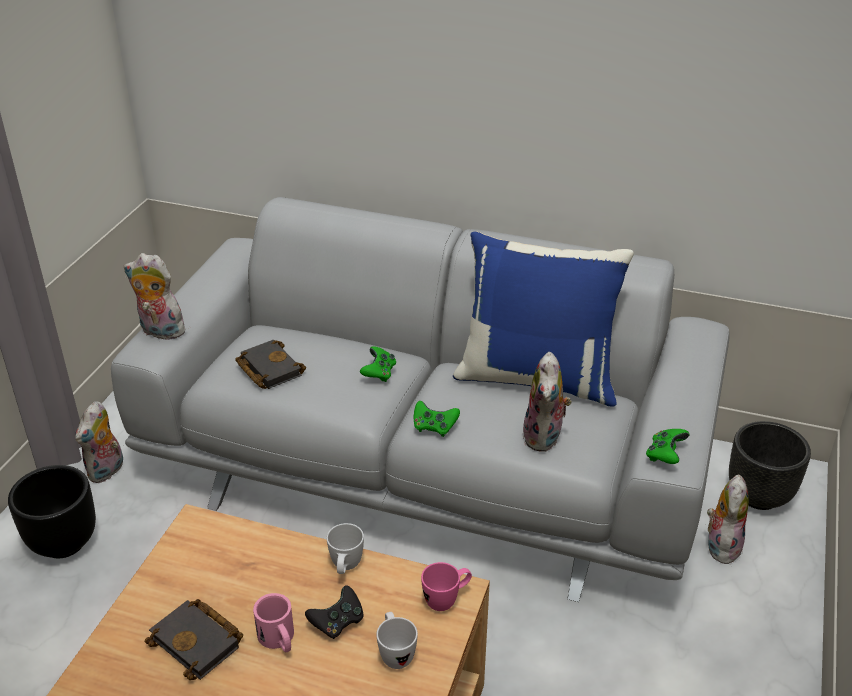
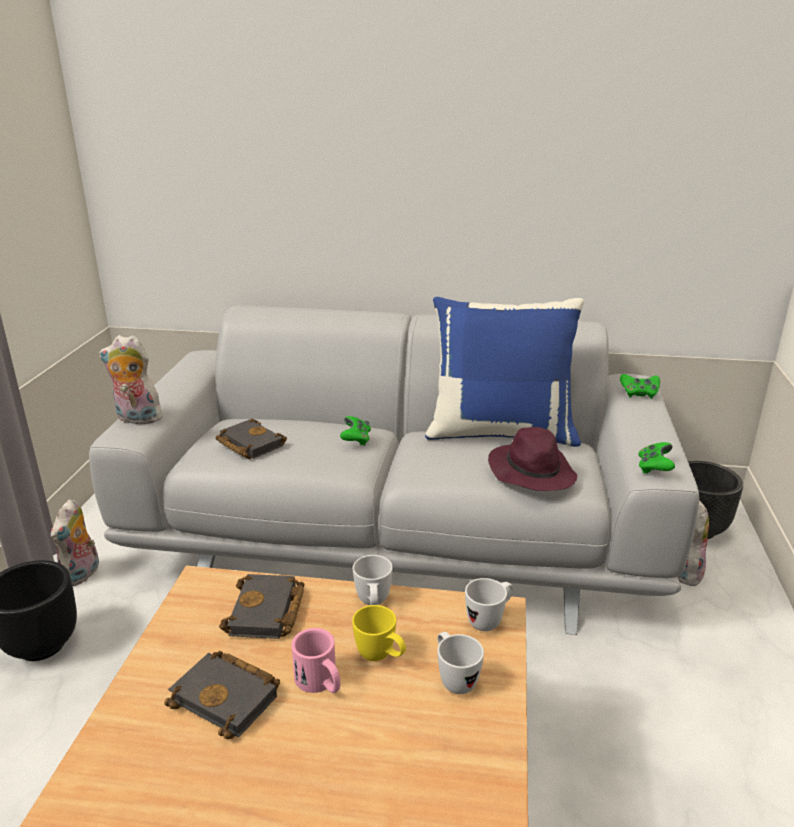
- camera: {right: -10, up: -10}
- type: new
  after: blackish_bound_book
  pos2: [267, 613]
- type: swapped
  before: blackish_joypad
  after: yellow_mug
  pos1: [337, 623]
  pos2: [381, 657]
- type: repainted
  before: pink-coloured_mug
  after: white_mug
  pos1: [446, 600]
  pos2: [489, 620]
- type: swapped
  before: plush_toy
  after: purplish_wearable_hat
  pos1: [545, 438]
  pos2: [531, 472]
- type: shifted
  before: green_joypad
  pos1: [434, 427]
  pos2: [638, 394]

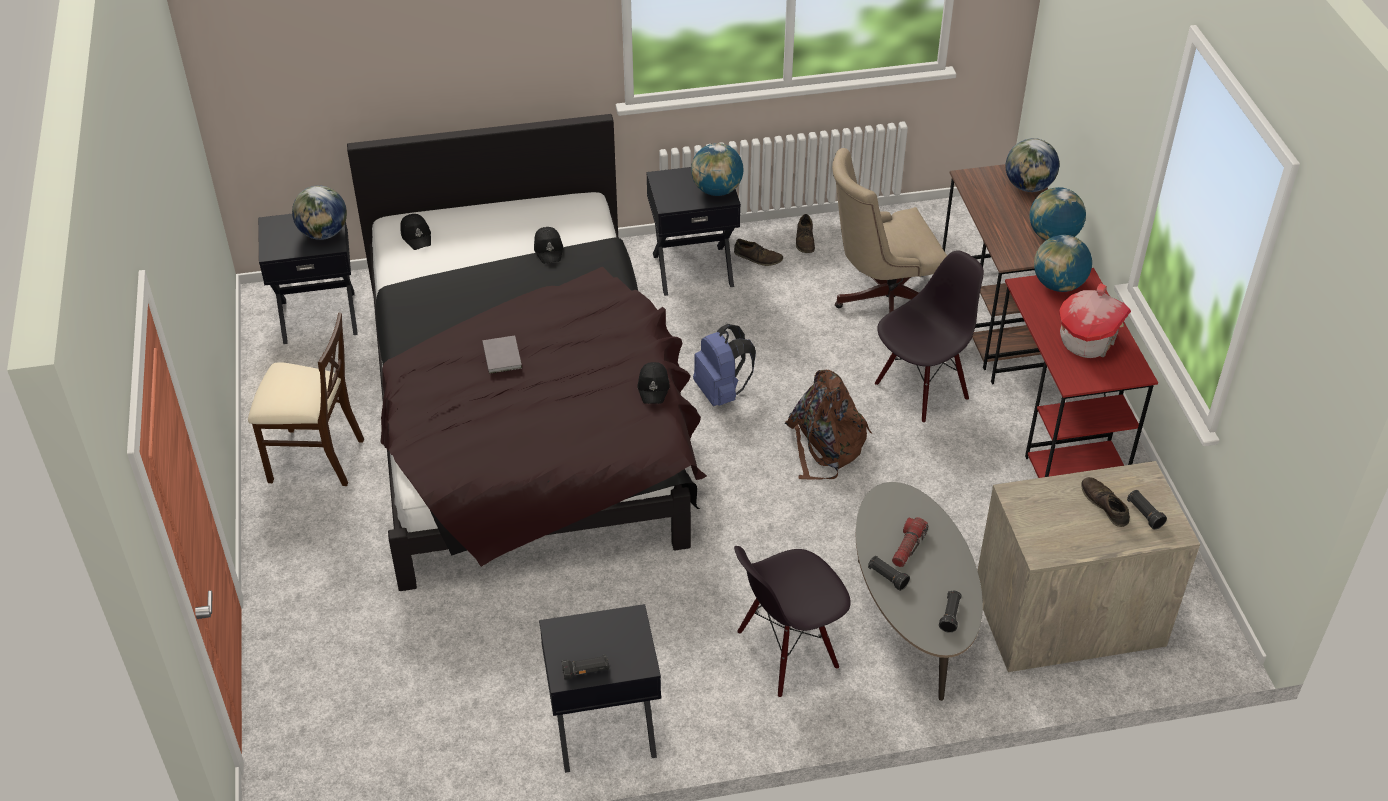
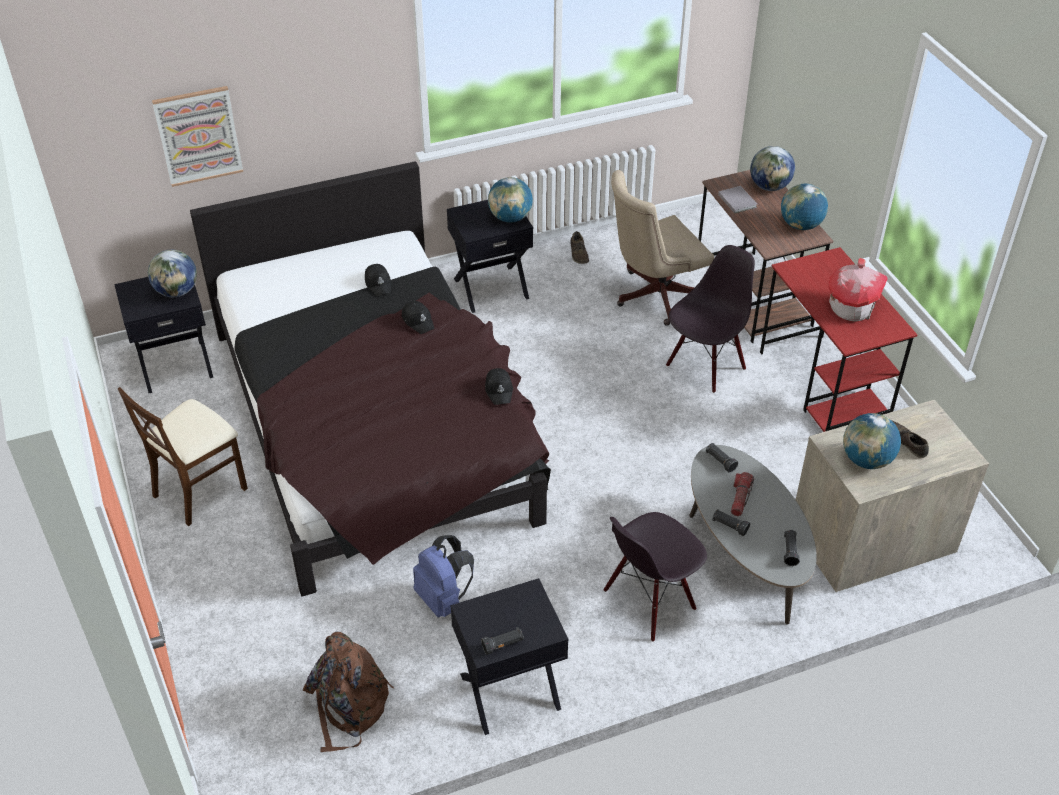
- camera: {right: -10, up: 0}
- type: rotated
  before: beige_plain_chair
  pos1: [315, 458]
  pos2: [200, 490]
  turn: 135
- type: new
  after: picture
  pos2: [198, 136]
- type: shifted
  before: brown_rucksack
  pos1: [825, 445]
  pos2: [347, 706]
- type: shifted
  before: blackish_baseball_cap
  pos1: [416, 236]
  pos2: [418, 320]
- type: shifted
  before: blue-coloured_rucksack
  pos1: [721, 392]
  pos2: [444, 599]
- type: shifted
  before: blackish_hand_torch
  pos1: [1144, 514]
  pos2: [720, 461]
- type: shifted
  before: grey_bound_book
  pos1: [502, 355]
  pos2: [737, 200]
- type: shifted
  before: world_globe
  pos1: [1058, 285]
  pos2: [866, 460]
- type: gone
  before: brown_low_shoe
  pos1: [758, 257]

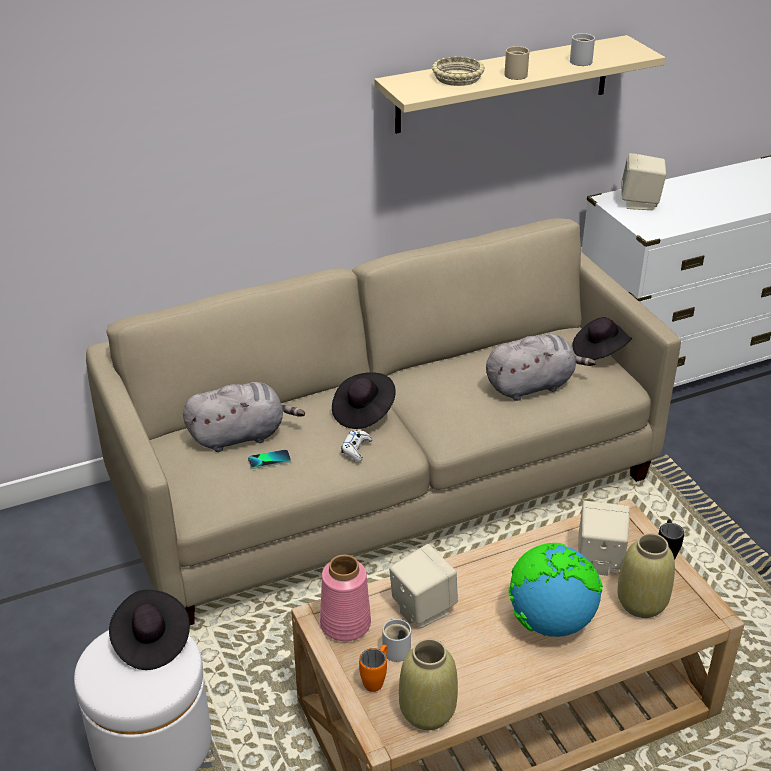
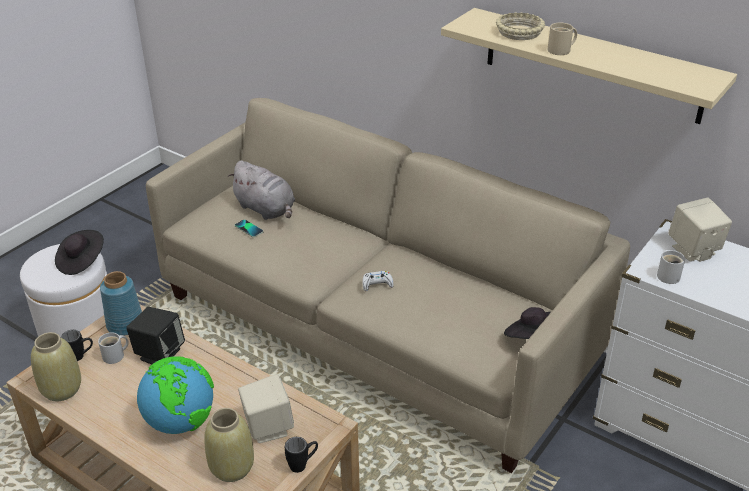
- camera: {right: 60, up: 0}
- type: repainted
  before: orange_mug
  after: blackish_mug
  pos1: [376, 679]
  pos2: [81, 356]
- type: repainted
  before: pink-coloured_decorative_vase
  after: blue-coloured_decorative_vase
  pos1: [346, 623]
  pos2: [126, 325]
- type: repainted
  before: beige_loudspeaker
  after: blackish_loudspeaker
  pos1: [422, 609]
  pos2: [159, 354]
- type: shifted
  before: white_joypad
  pos1: [356, 449]
  pos2: [377, 284]
- type: shifted
  before: white_mug
  pos1: [580, 61]
  pos2: [670, 276]
- type: gone
  before: blackish_wearable_hat
  pos1: [363, 412]
- type: gone
  before: grey_plush_toy
  pos1: [532, 385]

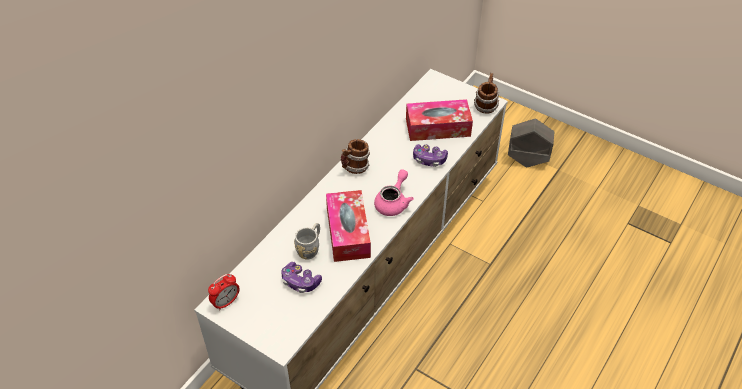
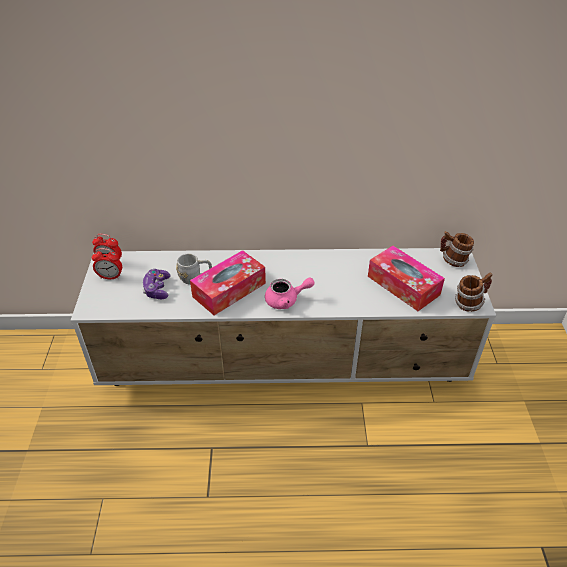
- camera: {right: 55, up: -5}
- type: new
  after: bedside_clock
  pos2: [110, 277]
- type: shifted
  before: mug
  pos1: [354, 168]
  pos2: [453, 260]
- type: gone
  before: joypad
  pos1: [429, 159]
- type: gone
  before: grey_planter
  pos1: [527, 161]

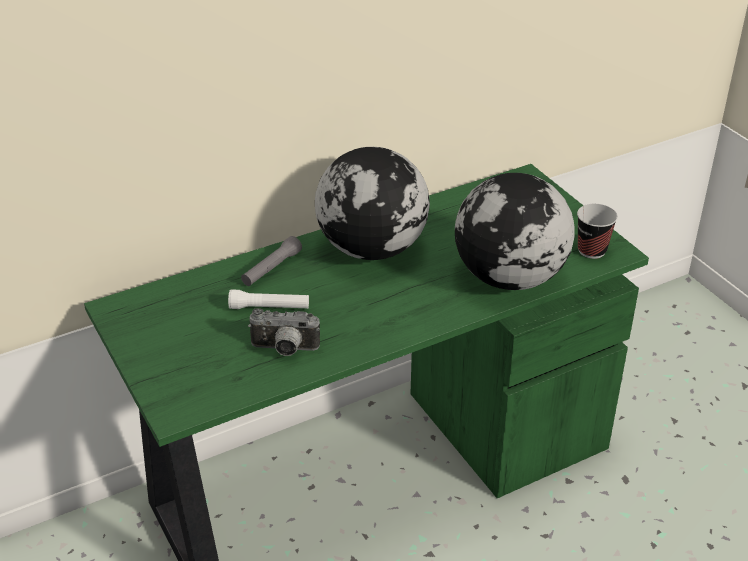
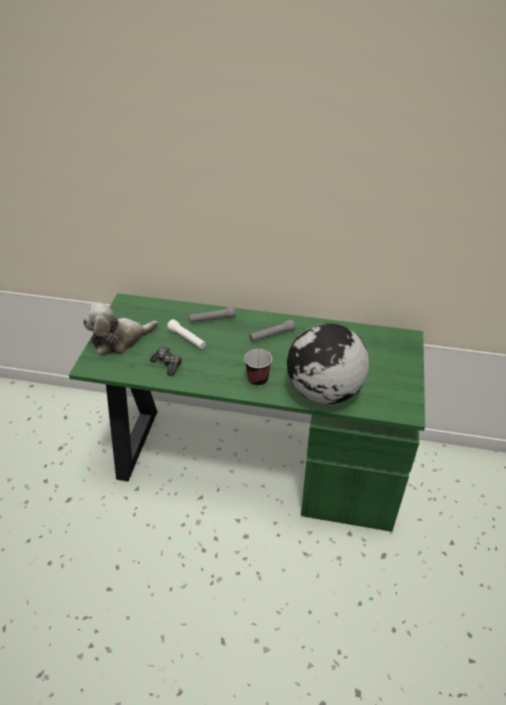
- camera: {right: 40, up: 5}
- type: new
  after: plush_toy
  pos2: [120, 340]
- type: swapped
  before: photo_camera
  after: joypad
  pos1: [284, 350]
  pos2: [167, 364]
- type: shifted
  before: drinking_cup
  pos1: [591, 250]
  pos2: [258, 379]
- type: swapped
  before: world_globe
  after: grey_hand_torch
  pos1: [372, 250]
  pos2: [271, 335]

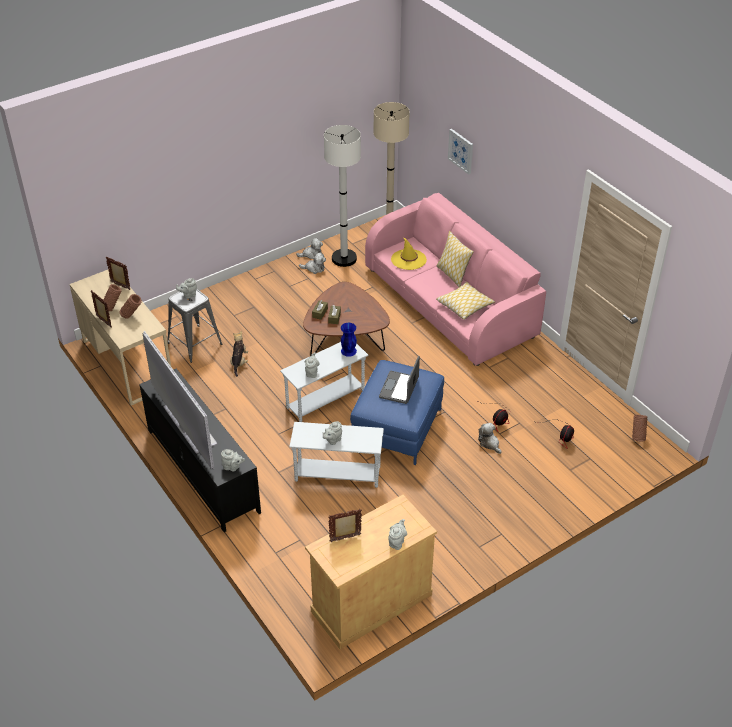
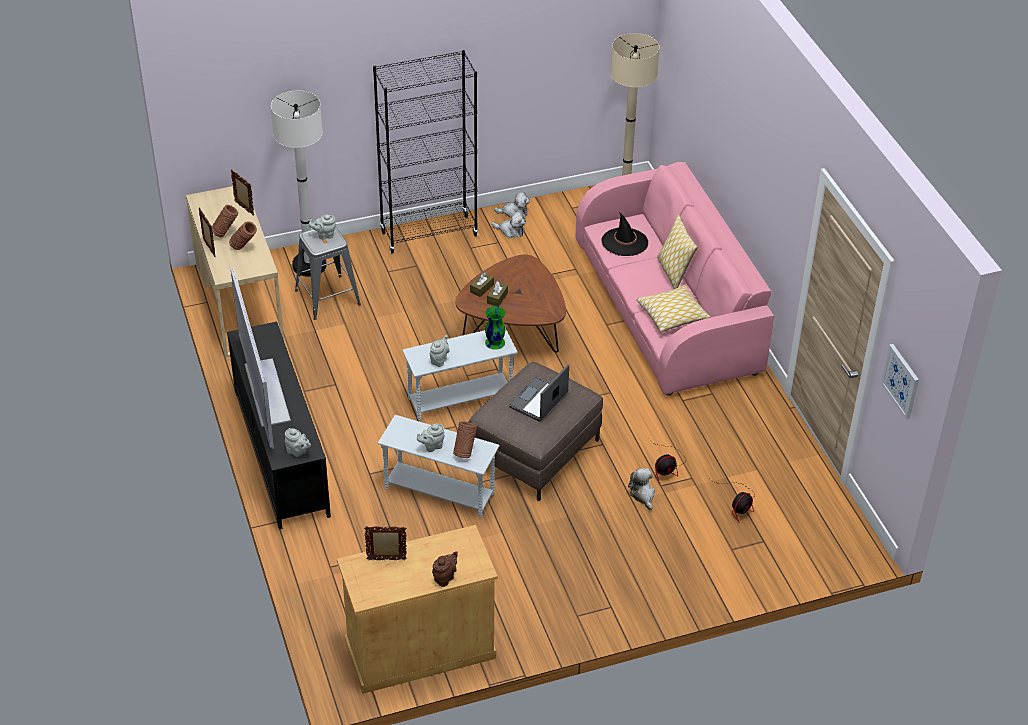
- camera: {right: 15, up: 0}
- type: shifted
  before: white_floor_lamp
  pos1: [344, 258]
  pos2: [309, 265]
- type: new
  after: blackish_bookcase
  pos2: [429, 234]
- type: repainted
  before: grey_tea_pot
  after: brown_tea_pot
  pos1: [397, 542]
  pos2: [445, 577]
- type: shifted
  before: brown_decorative_vase
  pos1: [637, 437]
  pos2: [465, 452]
- type: repainted
  before: blue-coloured_footrest
  after: brown_footrest
  pos1: [397, 428]
  pos2: [535, 451]
- type: repainted
  before: blue-coloured_decorative_vase
  after: green_decorative_vase
  pos1: [348, 351]
  pos2: [494, 342]
- type: repainted
  before: yellow_wearable_hat
  after: blackish_wearable_hat
  pos1: [408, 259]
  pos2: [624, 242]
- type: shifted
  before: picture
  pos1: [461, 151]
  pos2: [901, 381]
- type: gone
  before: plush_toy
  pos1: [239, 362]

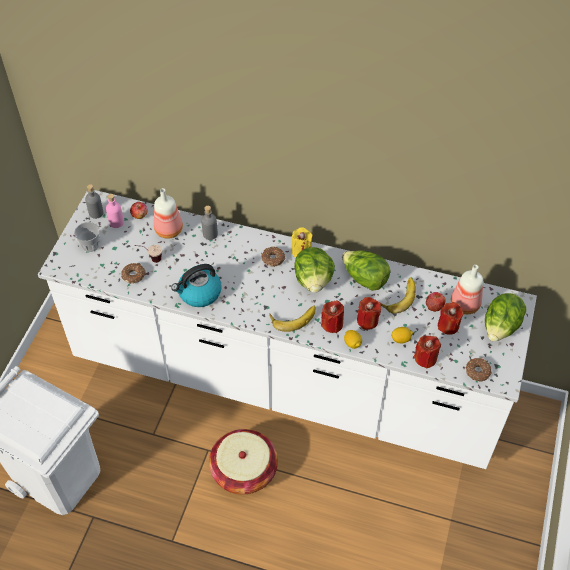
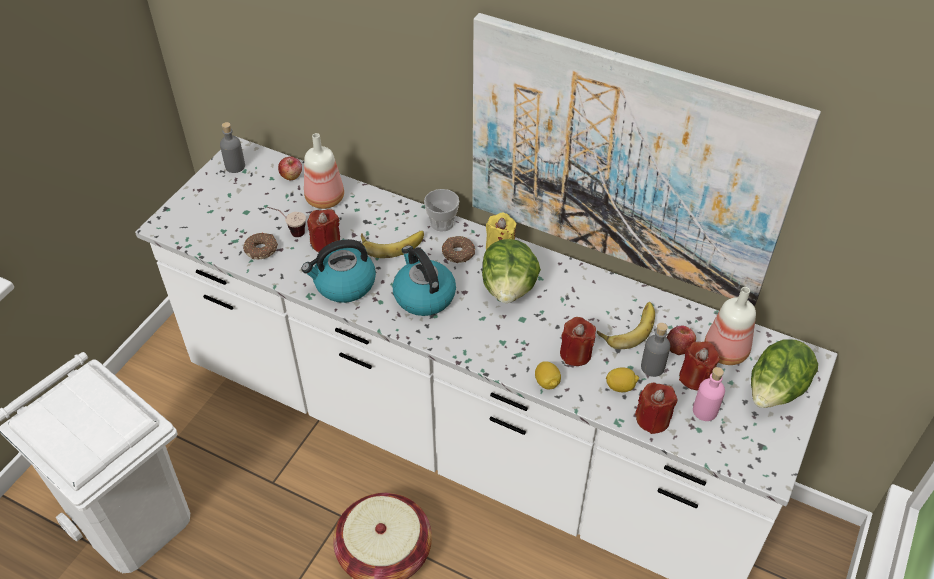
- camera: {right: 10, up: -5}
- type: shifted
  before: reddish_candle
  pos1: [332, 324]
  pos2: [326, 243]
- type: shifted
  before: banana
  pos1: [293, 317]
  pos2: [392, 242]
- type: new
  after: kettle
  pos2: [423, 296]
- type: shifted
  before: drinking_cup
  pos1: [90, 245]
  pos2: [442, 223]
- type: new
  after: picture
  pos2: [624, 161]
- type: shifted
  before: grey_drink_bottle
  pos1: [210, 234]
  pos2: [652, 367]
- type: shifted
  before: pink-coloured_drink_bottle
  pos1: [116, 222]
  pos2: [705, 411]
- type: gone
  before: head_of_lettuce
  pos1: [364, 279]
- type: gone
  before: ring_doughnut
  pos1: [477, 372]

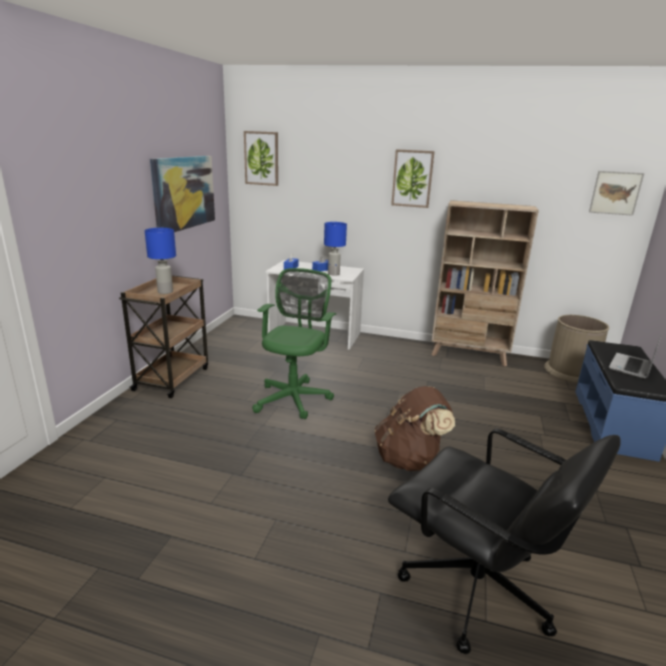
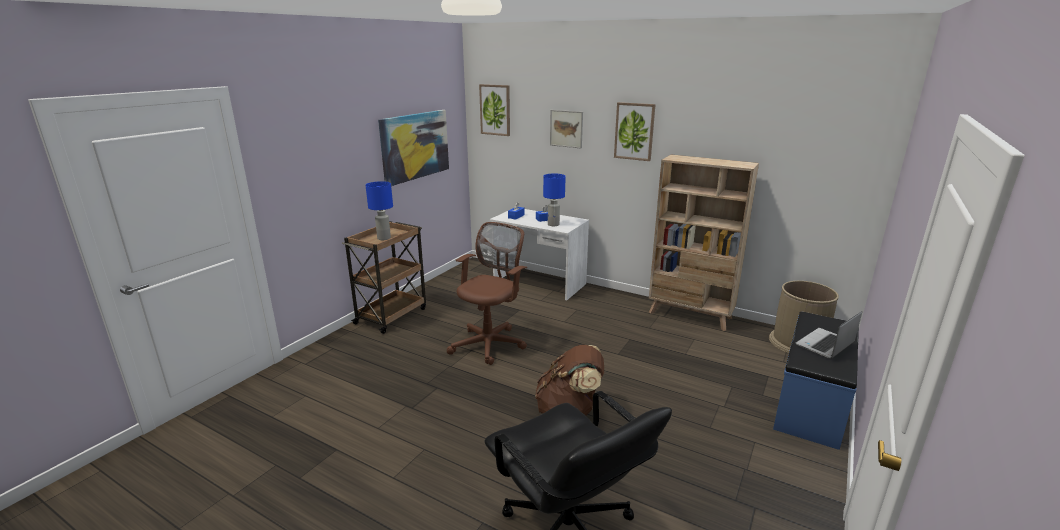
- camera: {right: 15, up: 0}
- type: repainted
  before: green_office_chair
  after: brown_office_chair
  pos1: [294, 398]
  pos2: [490, 343]
- type: shifted
  before: picture
  pos1: [615, 193]
  pos2: [566, 128]

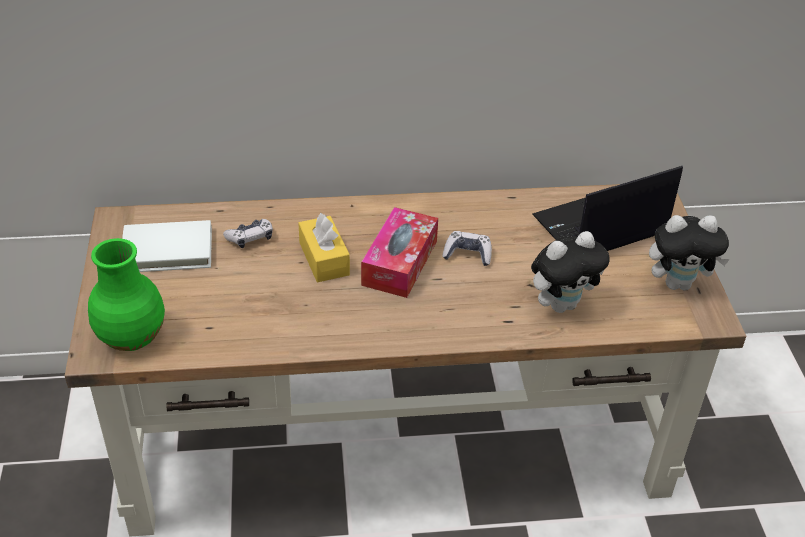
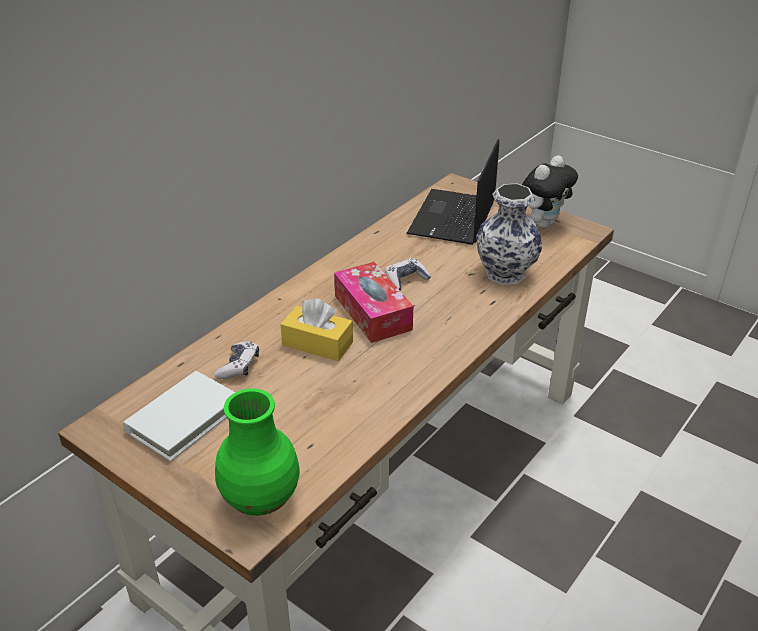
- camera: {right: -45, up: -5}
- type: swapped
  before: plush_toy
  after: decorative_vase
  pos1: [562, 304]
  pos2: [505, 273]

